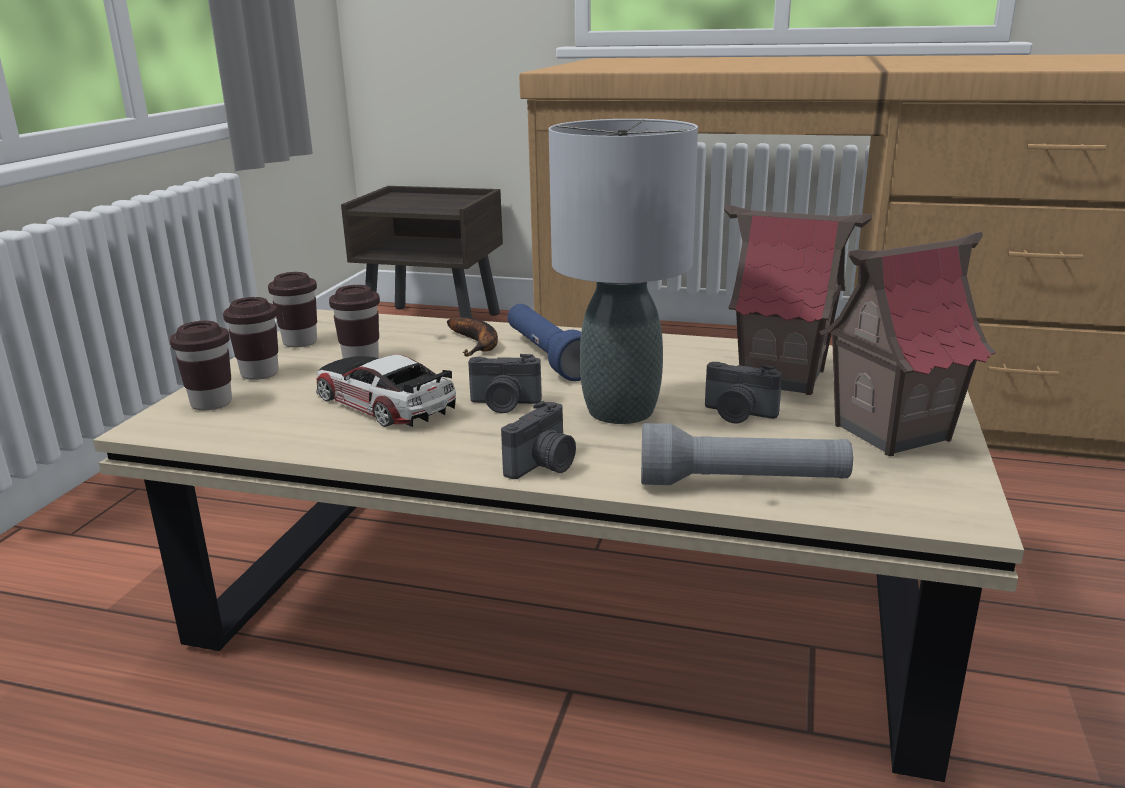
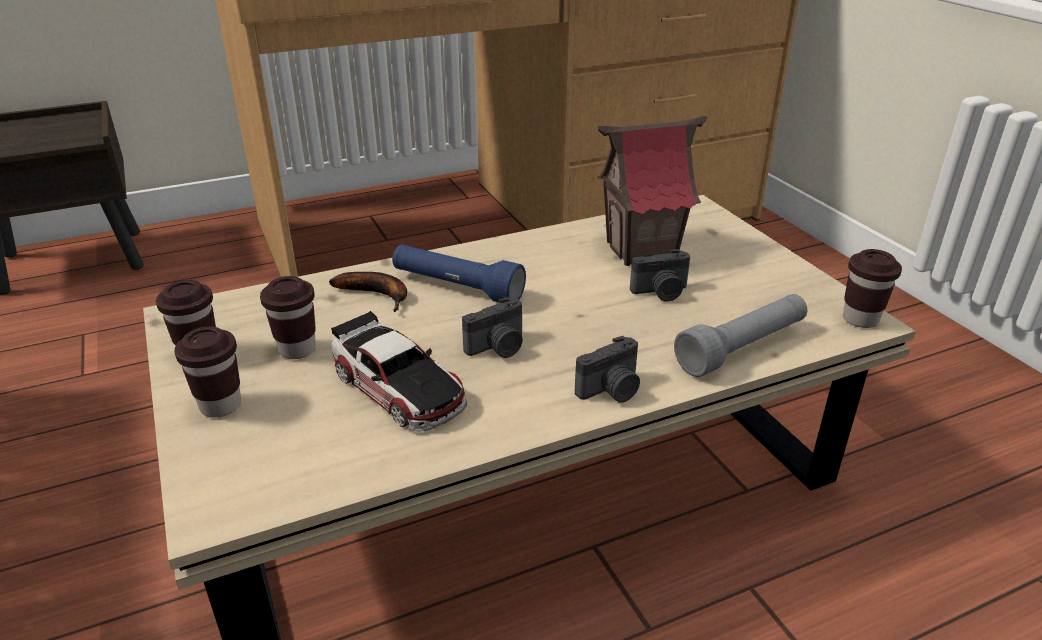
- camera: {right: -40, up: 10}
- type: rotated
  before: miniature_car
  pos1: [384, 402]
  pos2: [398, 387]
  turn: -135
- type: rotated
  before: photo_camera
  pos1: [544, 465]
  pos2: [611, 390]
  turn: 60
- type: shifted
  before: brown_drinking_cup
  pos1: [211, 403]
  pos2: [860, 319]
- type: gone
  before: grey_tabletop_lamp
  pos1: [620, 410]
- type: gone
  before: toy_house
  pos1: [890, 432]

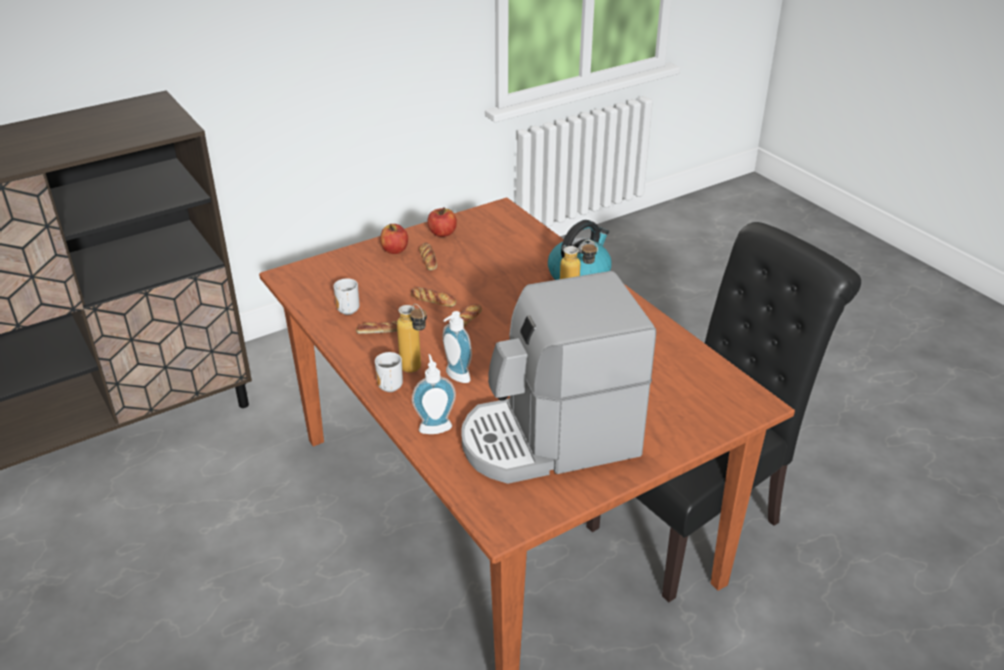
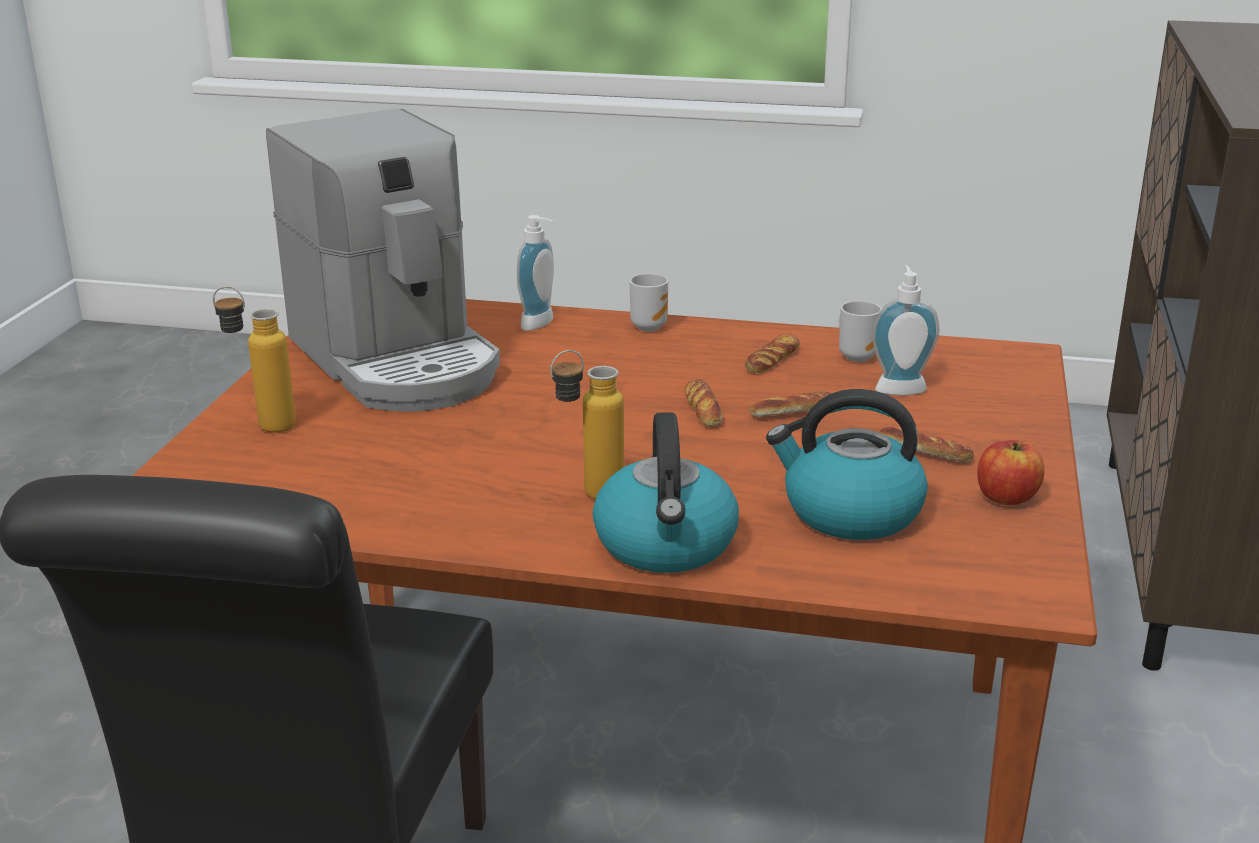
- camera: {right: 135, up: -10}
- type: shifted
  before: drink_bottle
  pos1: [415, 371]
  pos2: [262, 425]
- type: rotated
  before: coffee_machine
  pos1: [549, 440]
  pos2: [397, 361]
  turn: 120
- type: new
  after: kettle
  pos2: [850, 513]
- type: shifted
  before: soap_dispenser
  pos1: [455, 377]
  pos2: [899, 387]
- type: gone
  before: apple_fruit
  pos1: [395, 250]

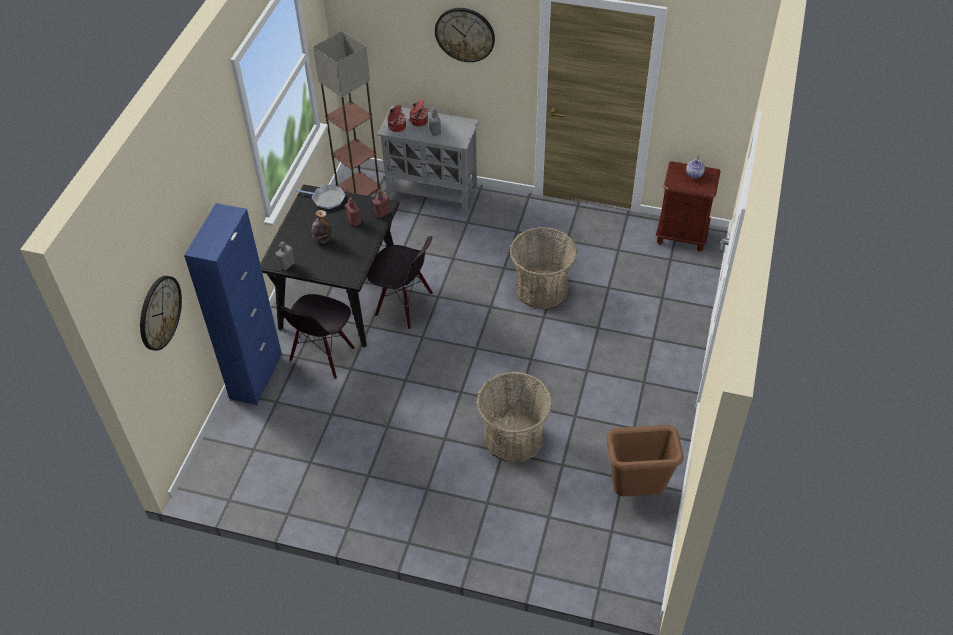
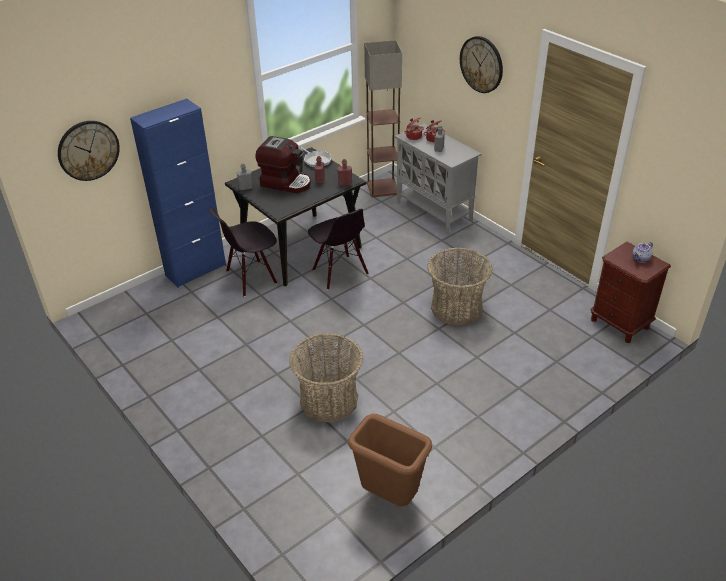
- camera: {right: 35, up: -10}
- type: swapped
  before: drink_bottle
  after: coffee_machine
  pos1: [322, 240]
  pos2: [286, 182]

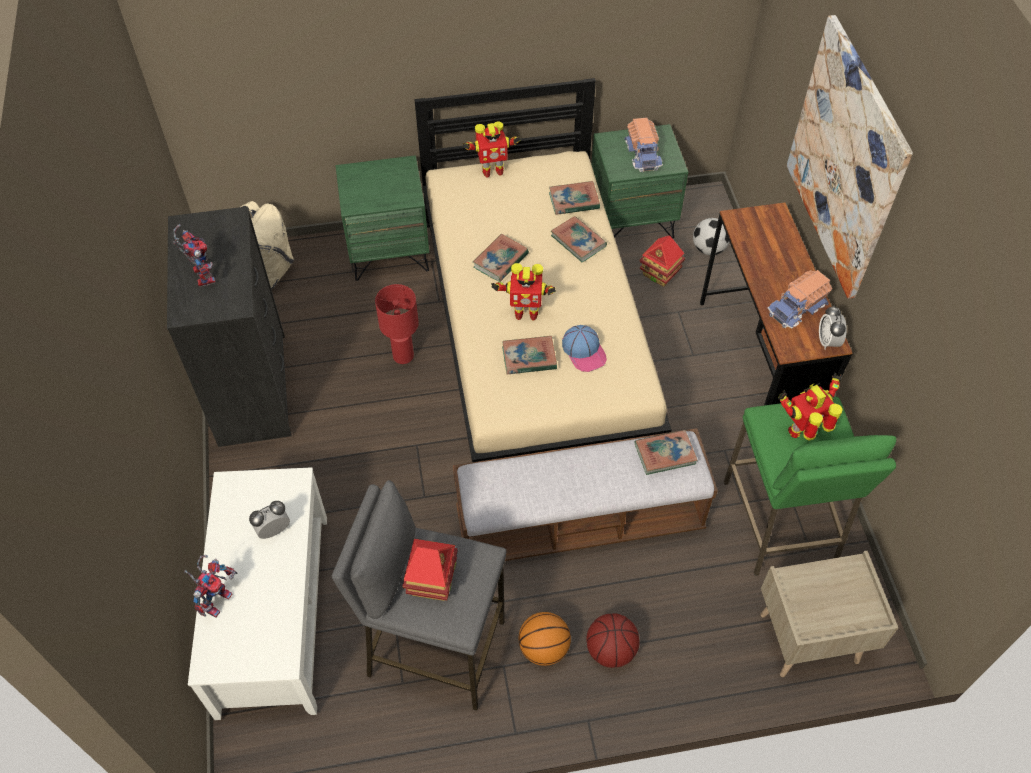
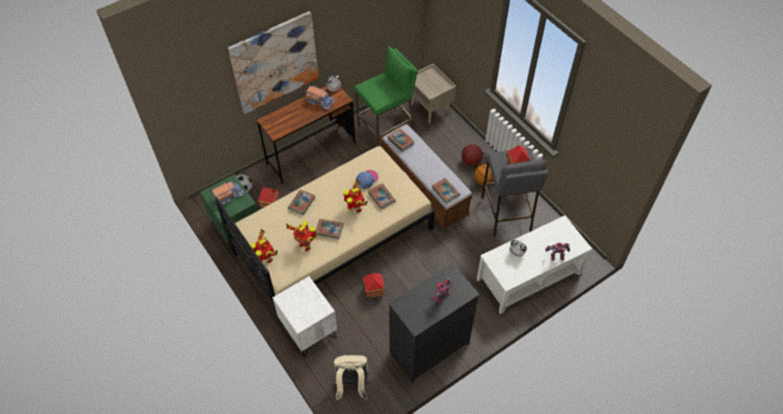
- camera: {right: -115, up: 0}
- type: repainted
  before: green_night_table
  after: white_night_table
  pos1: [389, 252]
  pos2: [308, 330]
- type: shifted
  before: model_robot
  pos1: [802, 431]
  pos2: [305, 245]
- type: swapped
  before: reddish_tabletop_lamp
  after: toy_house
  pos1: [403, 355]
  pos2: [374, 291]
- type: shifted
  before: bound_book
  pos1: [574, 201]
  pos2: [445, 191]

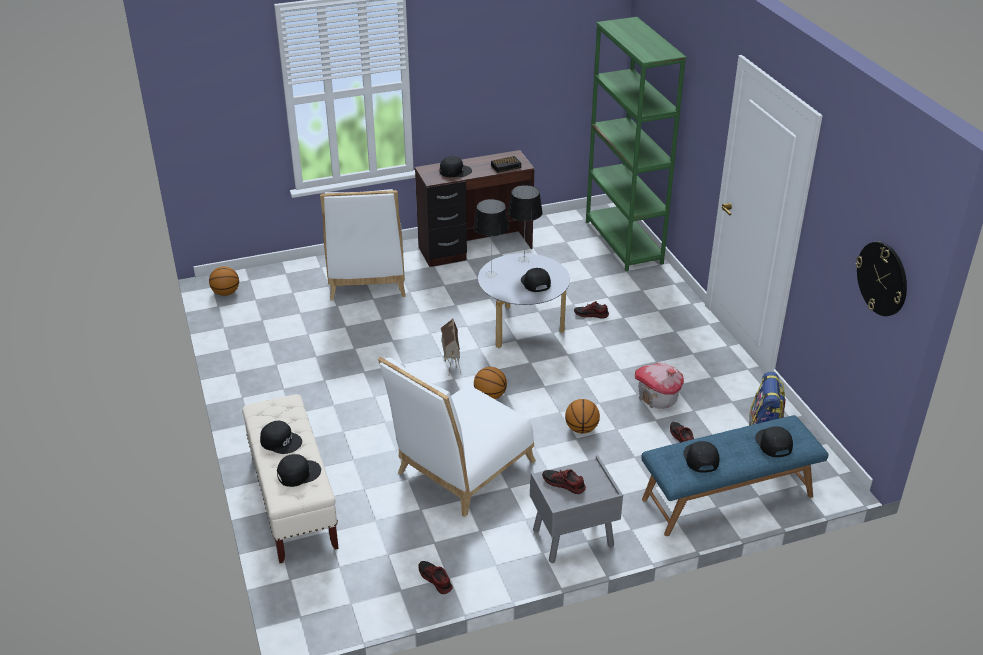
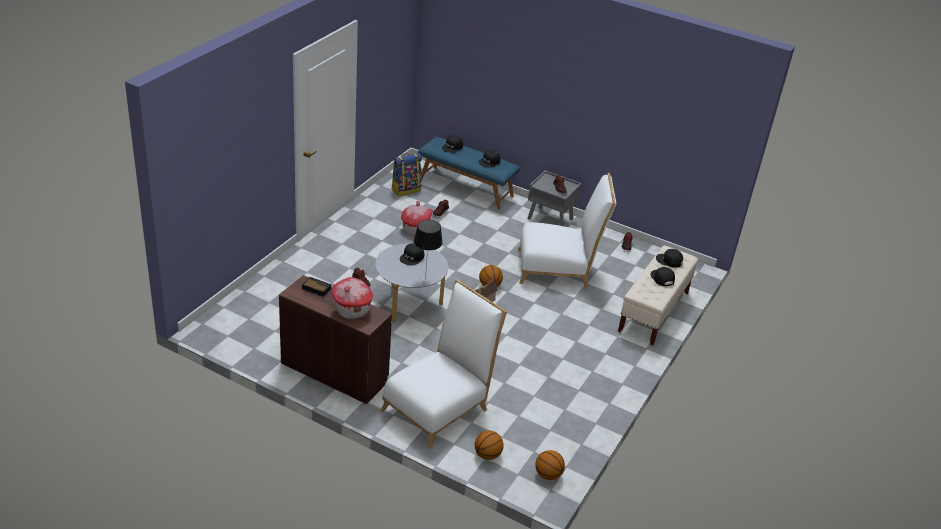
- camera: {right: -135, up: 0}
- type: swapped
  before: blackish_baseball_cap
  after: toy_house
  pos1: [455, 171]
  pos2: [352, 310]
- type: shifted
  before: basketball
  pos1: [581, 429]
  pos2: [487, 455]
- type: gone
  before: tabletop_lamp
  pos1: [524, 260]
- type: gone
  before: green_bookcase
  pos1: [623, 242]
- type: gone
  before: hanging_clock
  pos1: [882, 278]

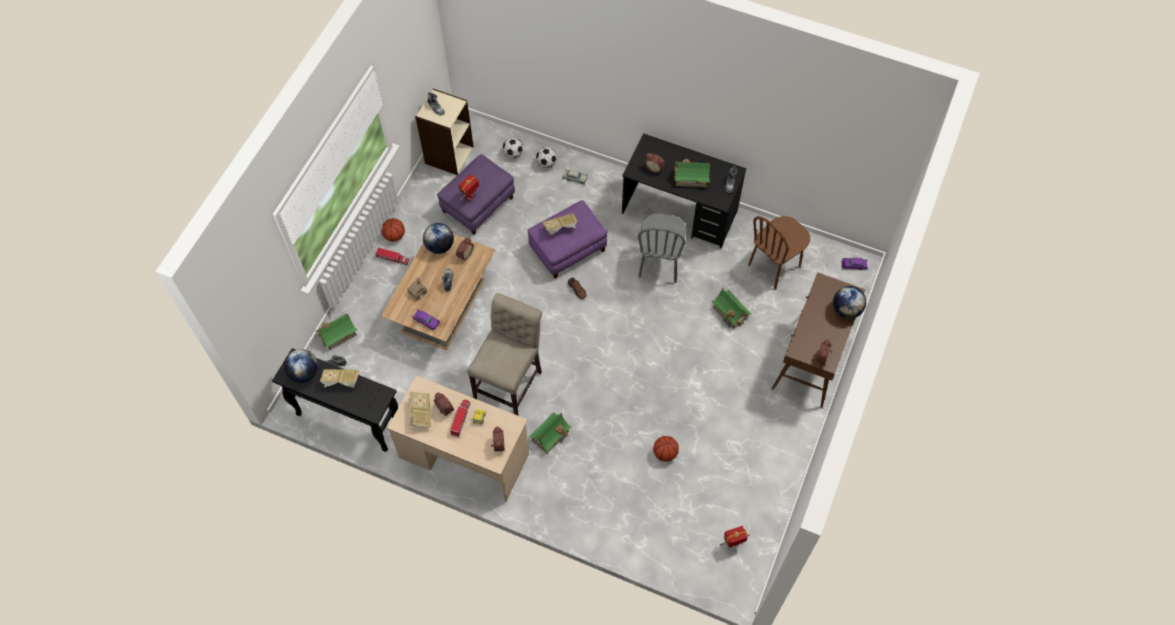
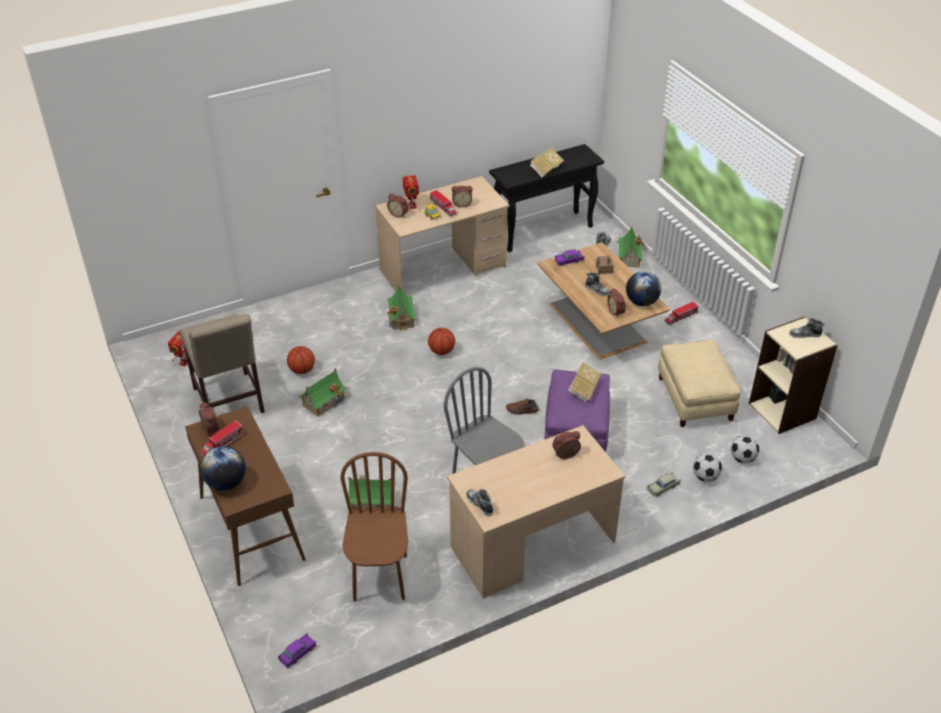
- camera: {right: 130, up: -20}
- type: shifted
  before: beige_plain_chair
  pos1: [510, 382]
  pos2: [229, 403]
- type: new
  after: toy_lorry
  pos2: [222, 444]
- type: shifted
  before: toy_house
  pos1: [691, 178]
  pos2: [324, 401]
- type: shifted
  before: model_robot
  pos1: [470, 197]
  pos2: [411, 205]
- type: shifted
  before: basketball
  pos1: [394, 236]
  pos2: [441, 351]
- type: repainted
  before: blackish_desk
  after: beige_desk
  pos1: [679, 212]
  pos2: [532, 545]
- type: repainted
  before: purplish_footrest
  after: beige_footrest
  pos1: [478, 205]
  pos2: [694, 398]
- type: gone
  before: world_globe
  pos1: [304, 373]
- type: gone
  before: bound_book
  pos1: [420, 413]

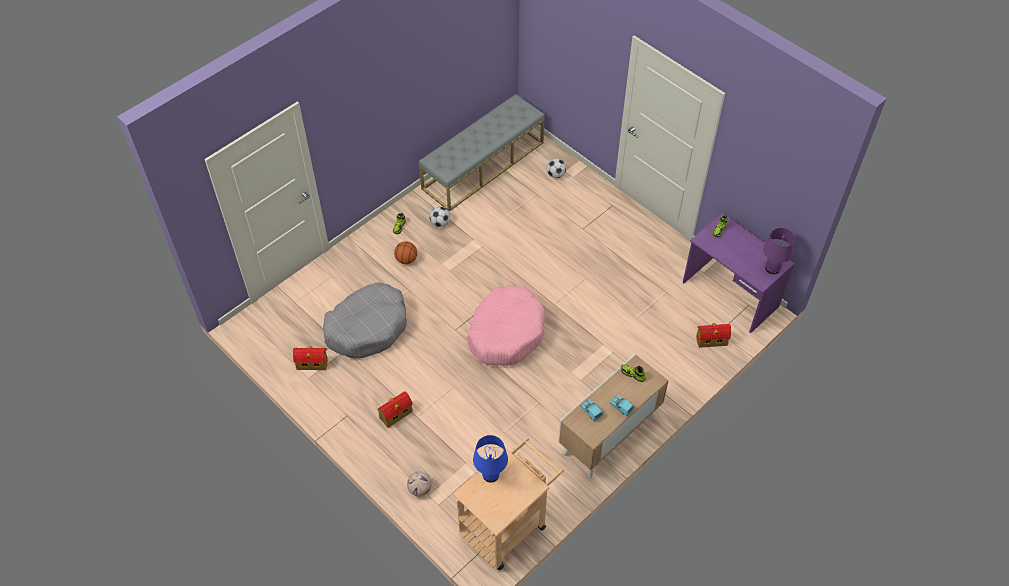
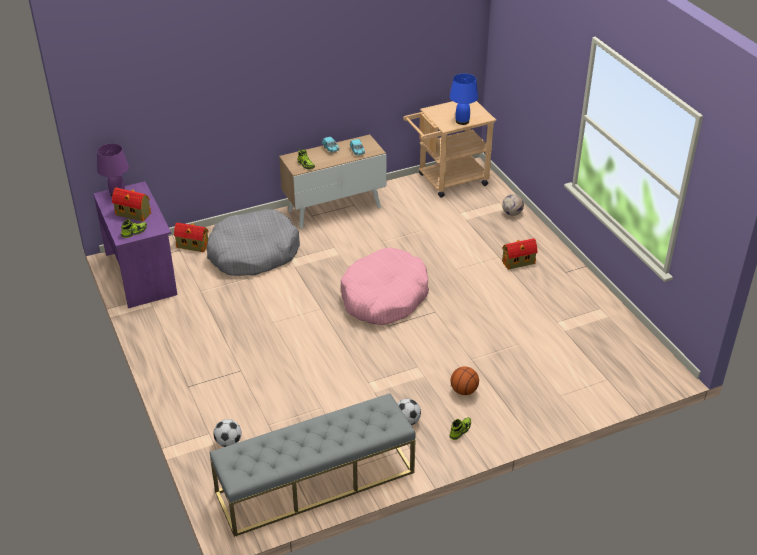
- camera: {right: -160, up: -15}
- type: shifted
  before: toy_house
  pos1: [311, 363]
  pos2: [134, 214]
- type: shifted
  before: grey_pet_bed
  pos1: [367, 327]
  pos2: [253, 253]

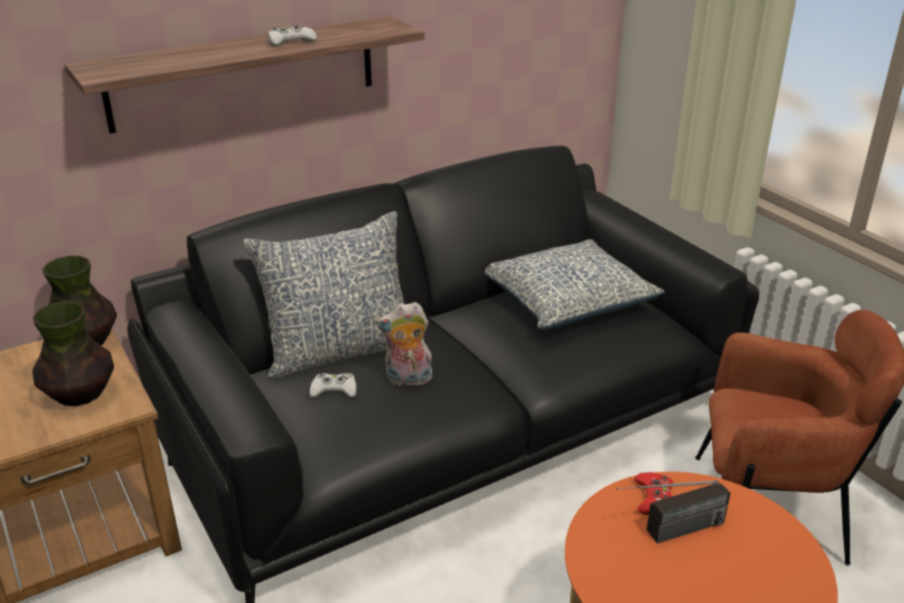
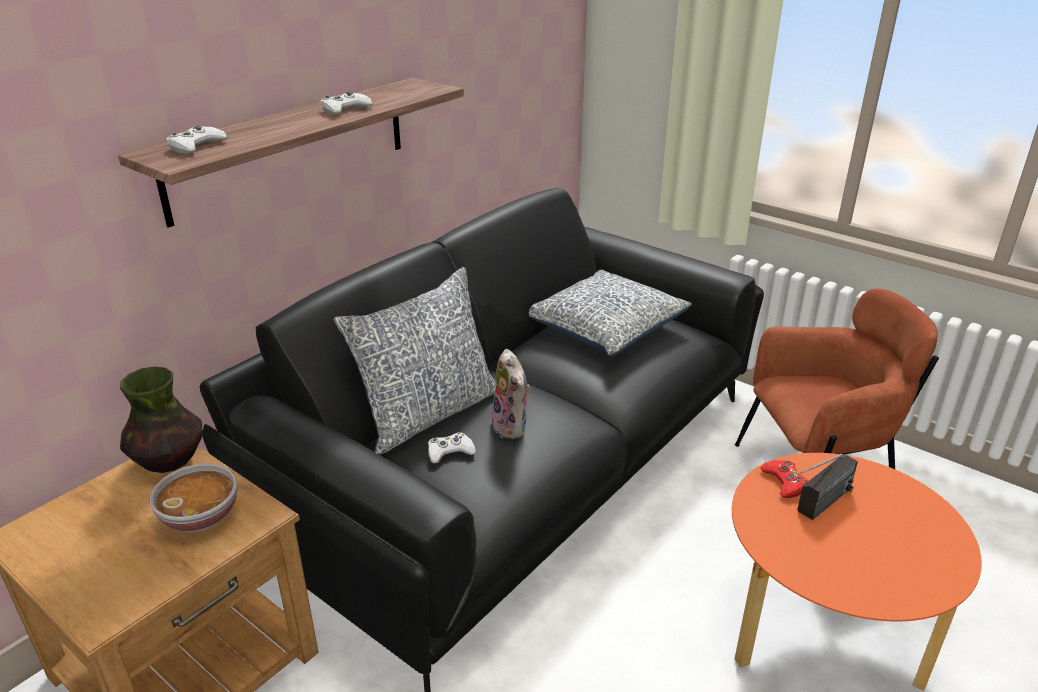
- camera: {right: -20, up: 0}
- type: swapped
  before: decorative_vase
  after: bowl
  pos1: [81, 395]
  pos2: [201, 515]
- type: new
  after: white_joypad
  pos2: [196, 146]
- type: rotated
  before: plush_toy
  pos1: [407, 380]
  pos2: [512, 427]
  turn: -90

